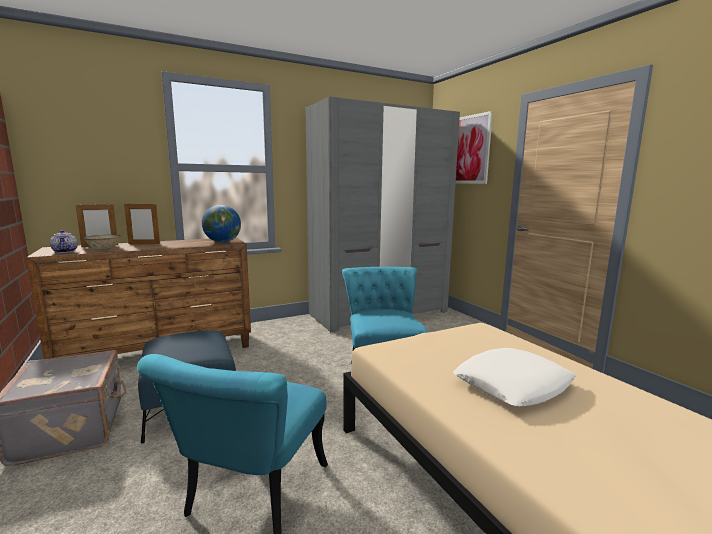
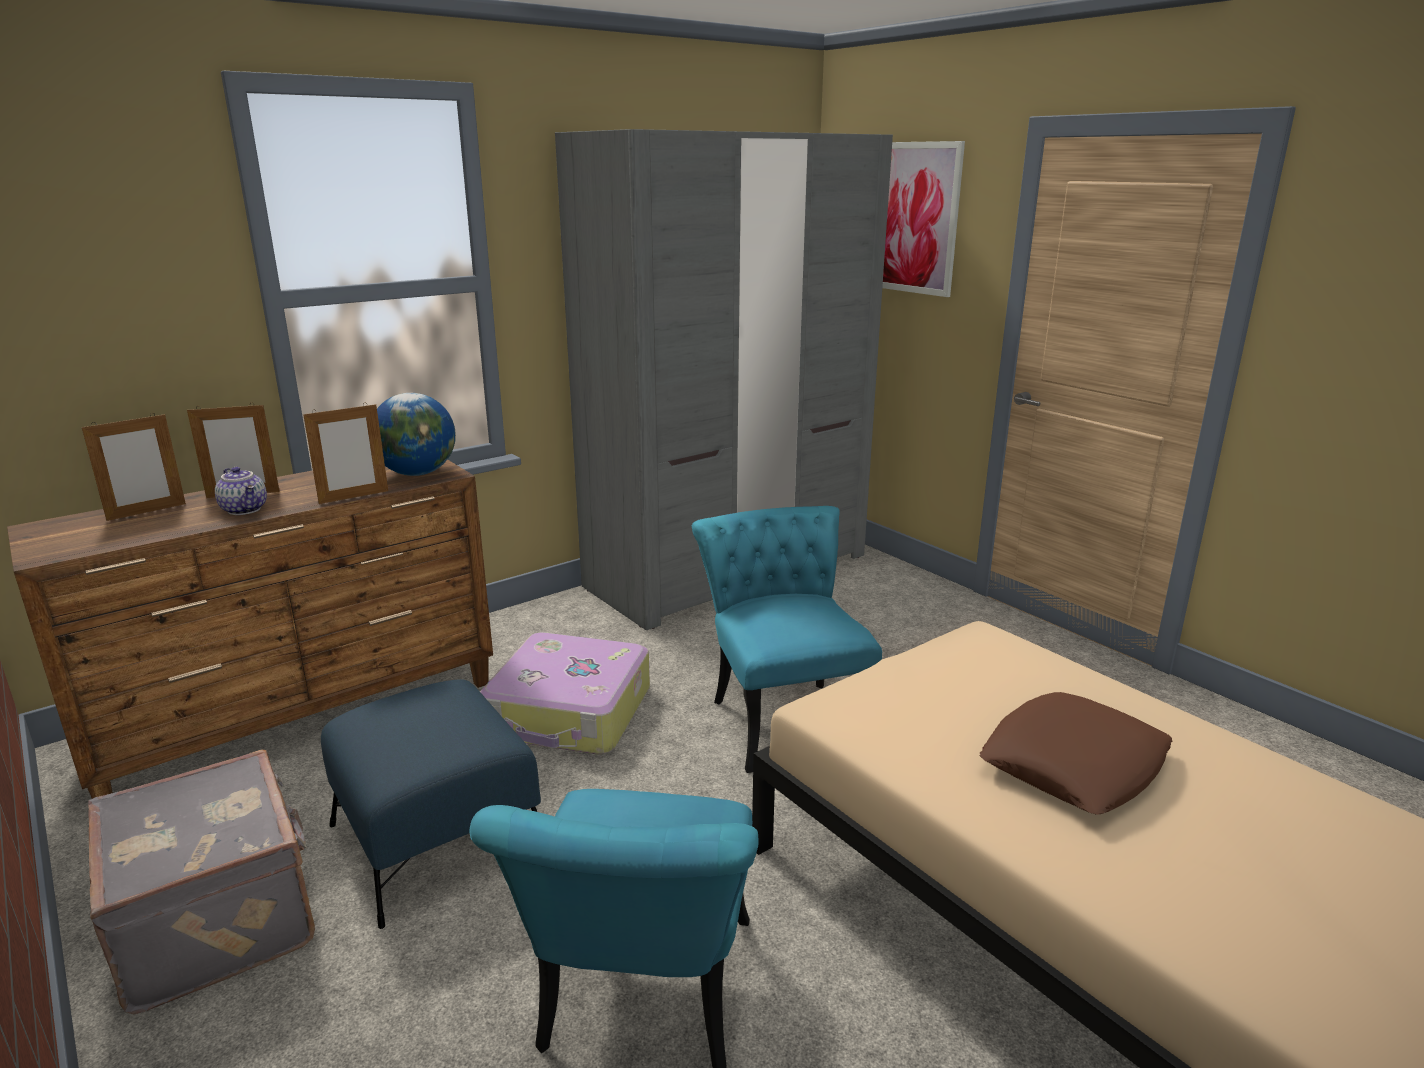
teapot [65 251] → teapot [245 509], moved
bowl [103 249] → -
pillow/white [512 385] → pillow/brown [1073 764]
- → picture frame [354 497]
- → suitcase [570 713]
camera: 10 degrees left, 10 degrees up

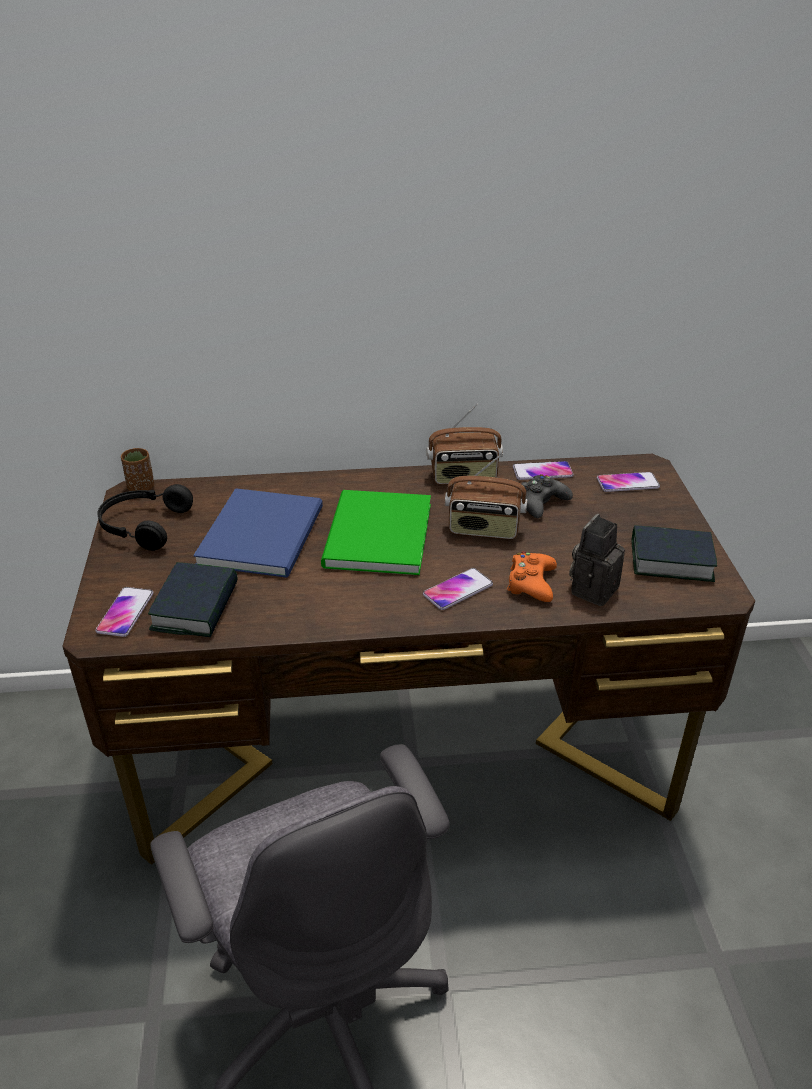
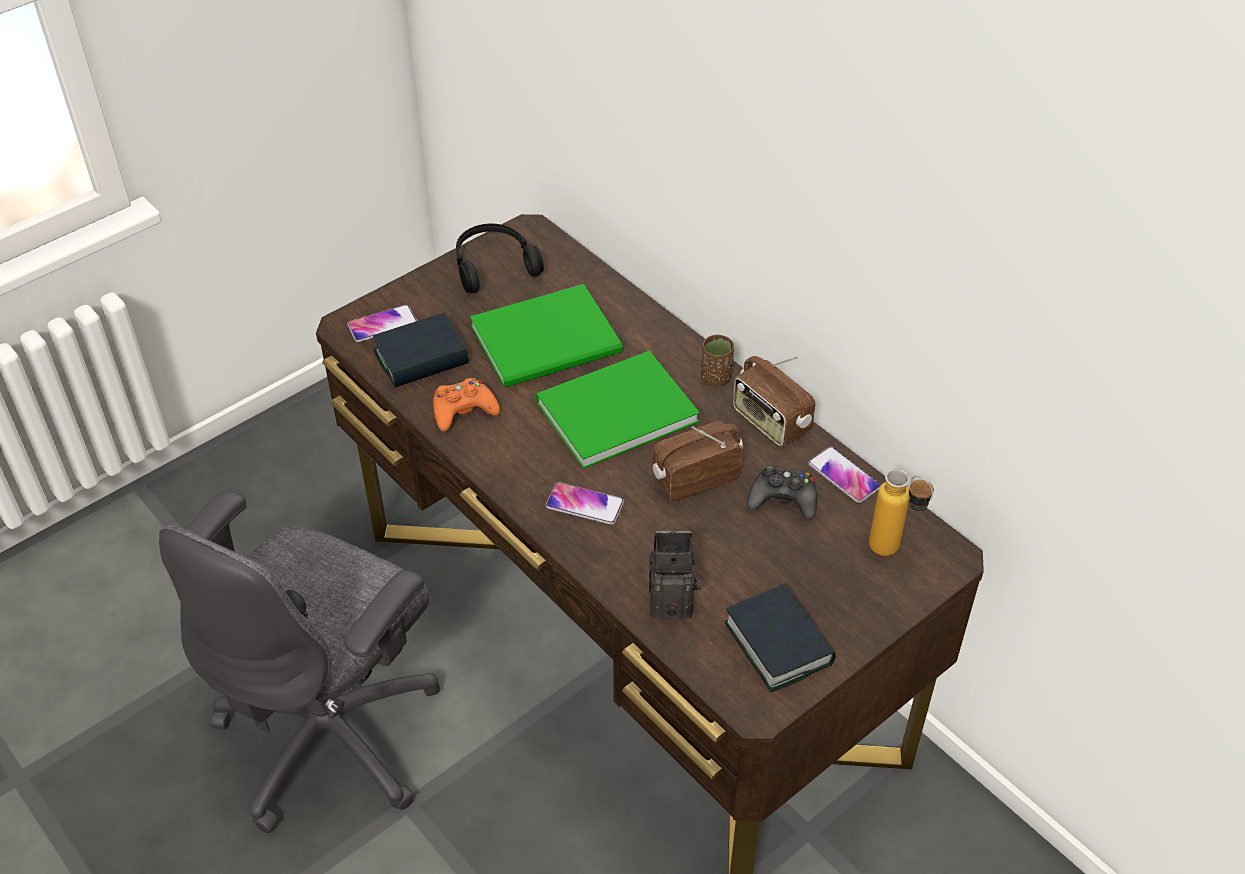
cup/brown [141 488] → cup/brown [716 377], moved
book/blue [265 533] → book/green [551 341]
radio [484 529] → radio [695 478], 90 degrees clockwise
game controller/orange [531 583] → game controller/orange [463 410], moved
phone [627 483] → bottle [893 553]
camera: 55 degrees right, 10 degrees up

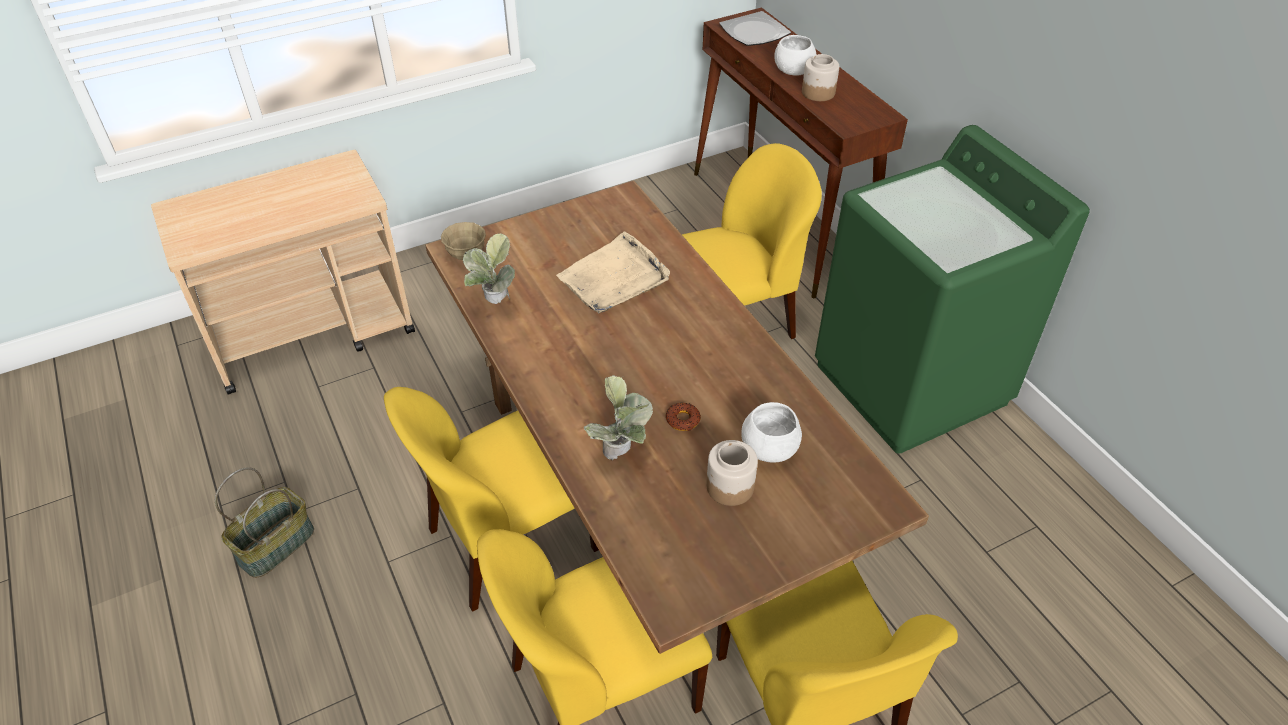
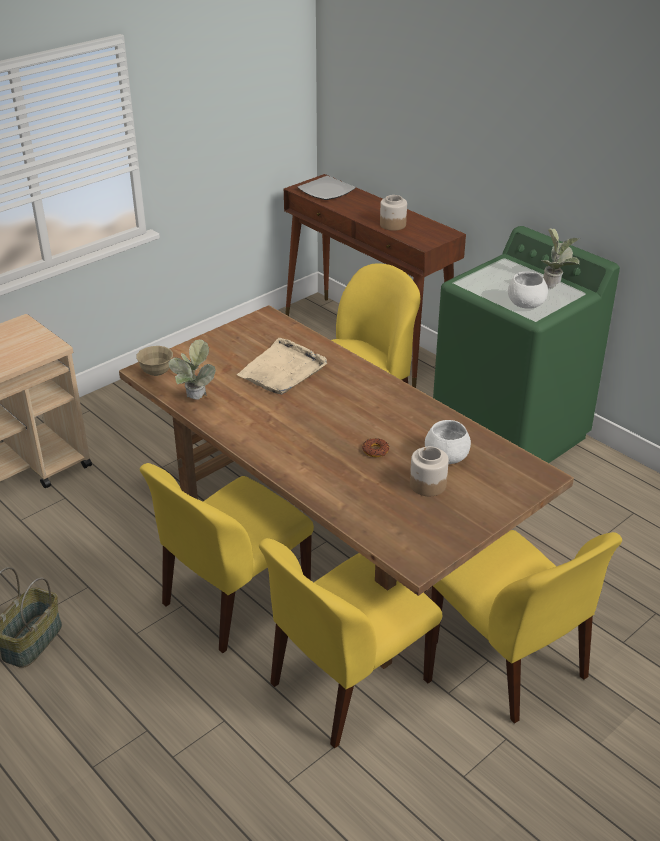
potted plant [622 454] → potted plant [555 286], moved
bowl/white [793 71] → bowl/white [525 304], moved
camera: 15 degrees left, 10 degrees down

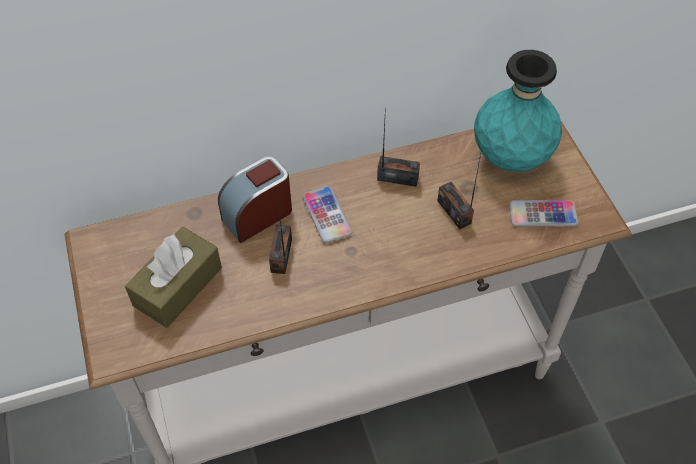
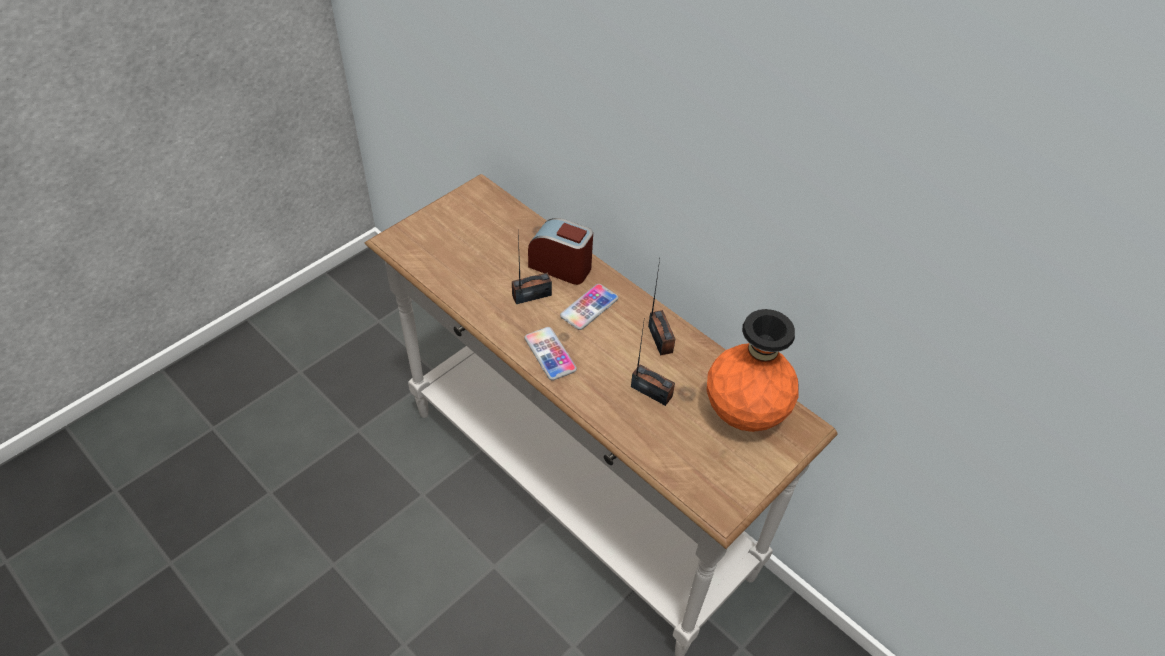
tissue box/brown [178 286] → -
radio [454 212] → radio [651 392], 90 degrees clockwise
vase/turquoise [510 159] → vase/orange [743 414]
phone [542 214] → phone [550 354], moved
camera: 60 degrees right, 5 degrees down

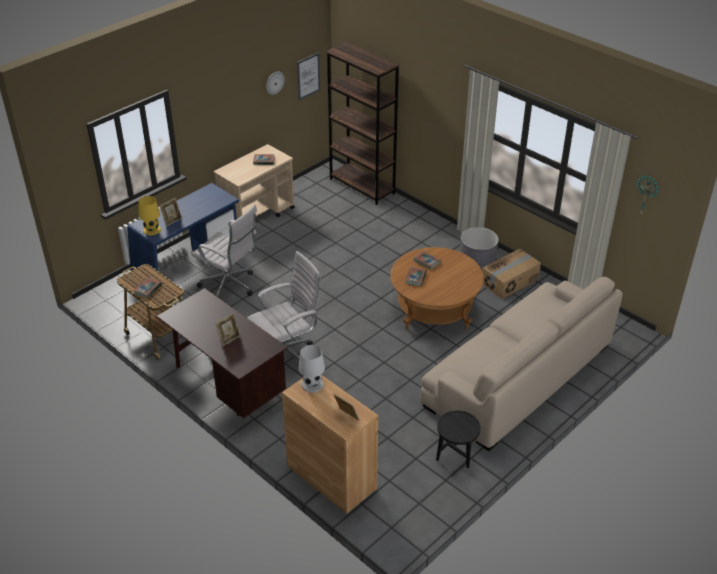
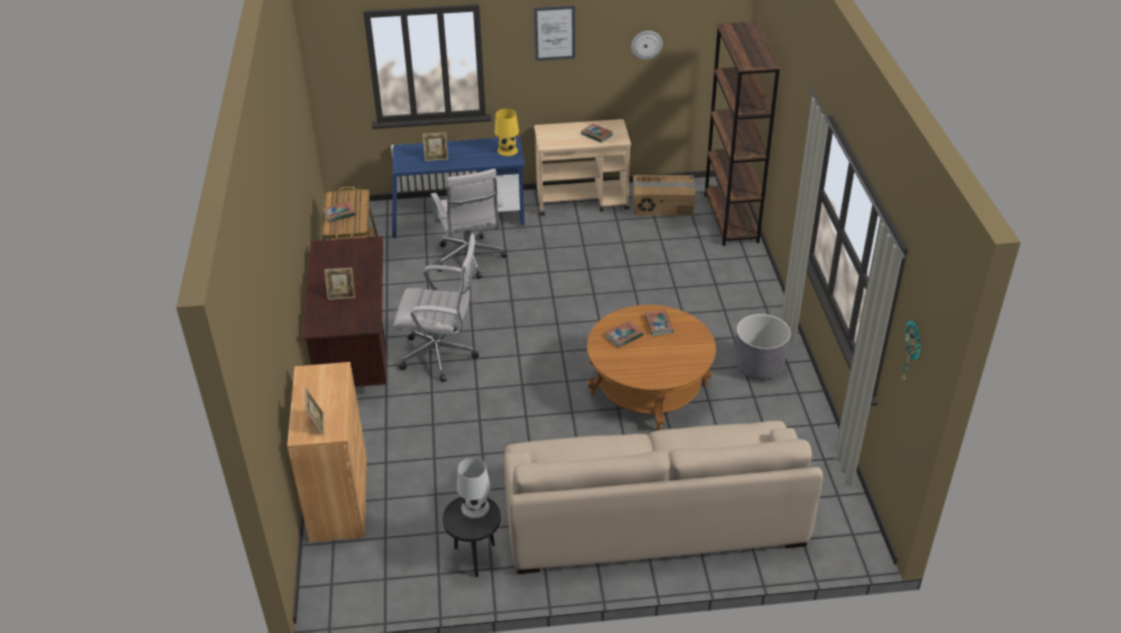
table lamp/yellow [151 230] → table lamp/yellow [507 150], moved
picture [308 76] → picture [554 33], moved
table lamp/white [312 384] → table lamp/white [475 507], moved
cardboard box [510 281] → cardboard box [663 205], moved
camera: 40 degrees right, 0 degrees up

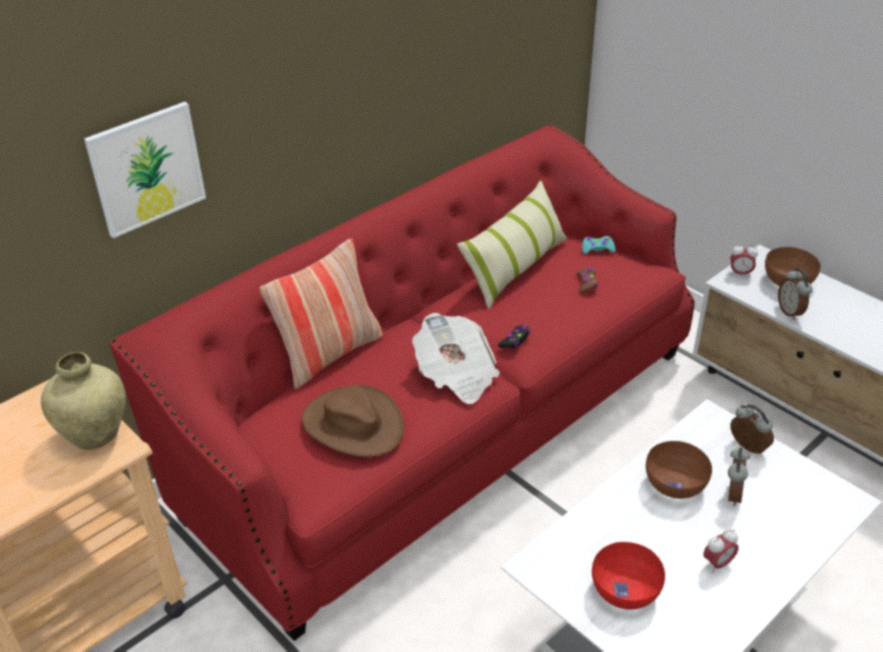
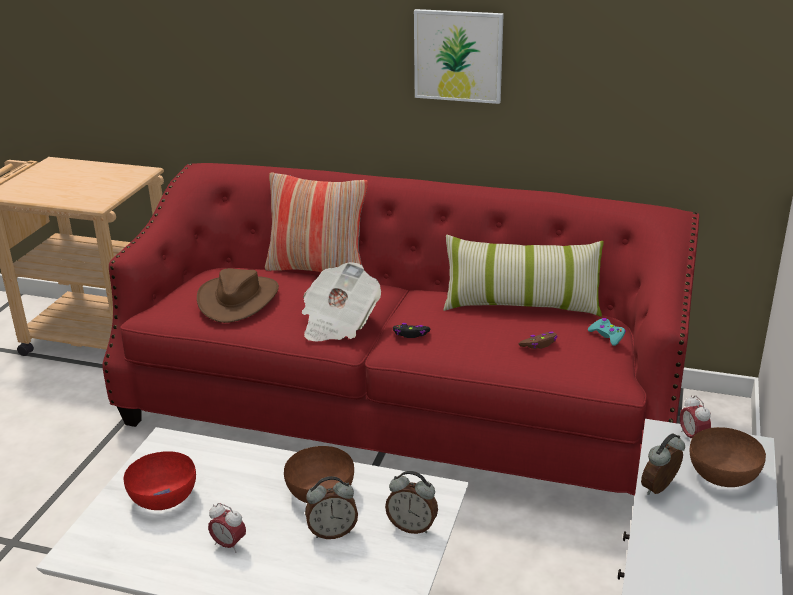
vase/beige [96 435] → -
picture [147 168] → picture [458 56], moved
alarm clock [746 448] → alarm clock [412 526], 90 degrees clockwise
camera: 60 degrees right, 10 degrees down

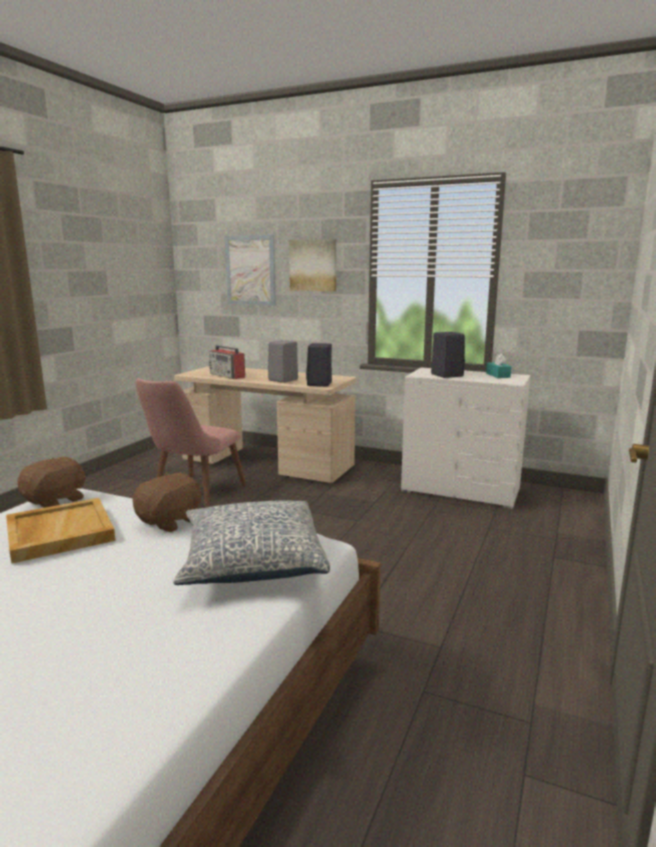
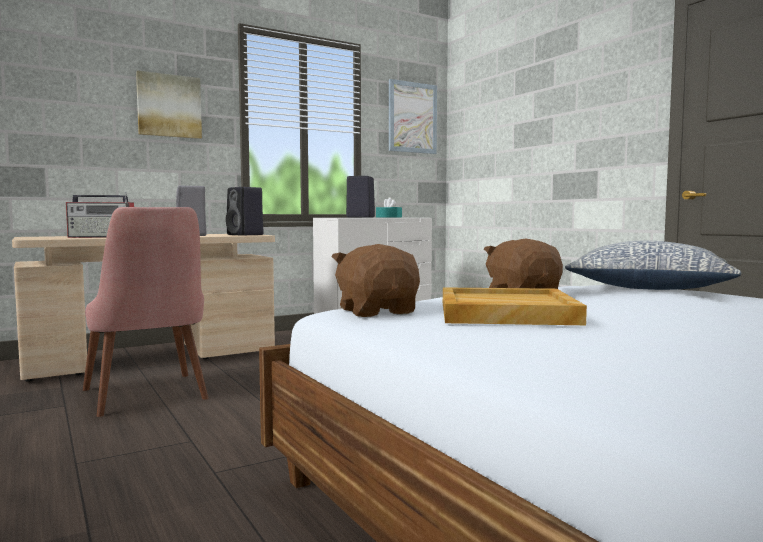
picture [250 270] → picture [412 117], moved
camera: 55 degrees left, 10 degrees down

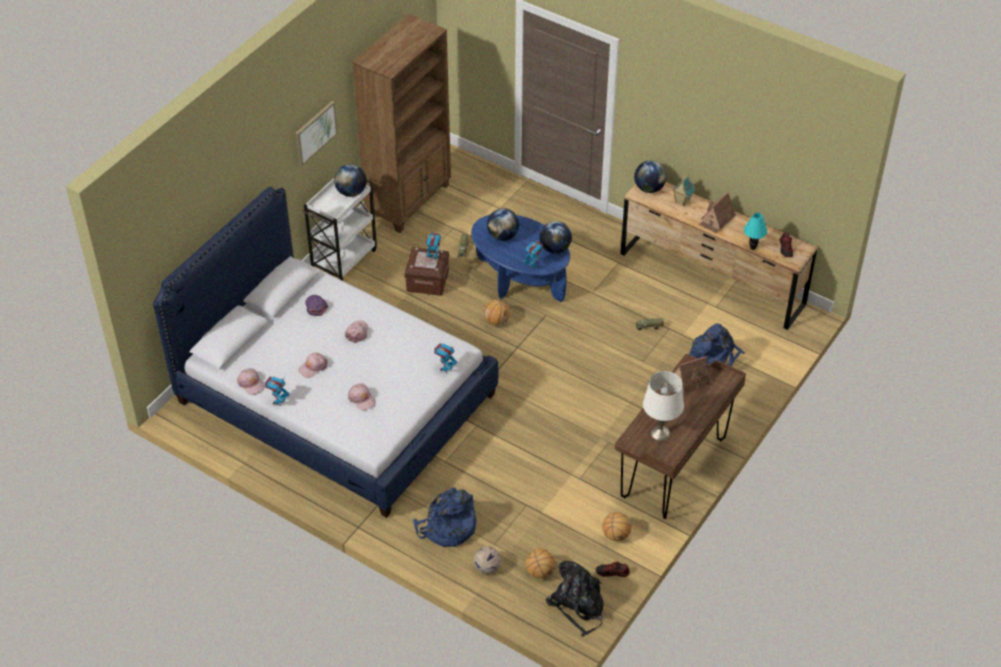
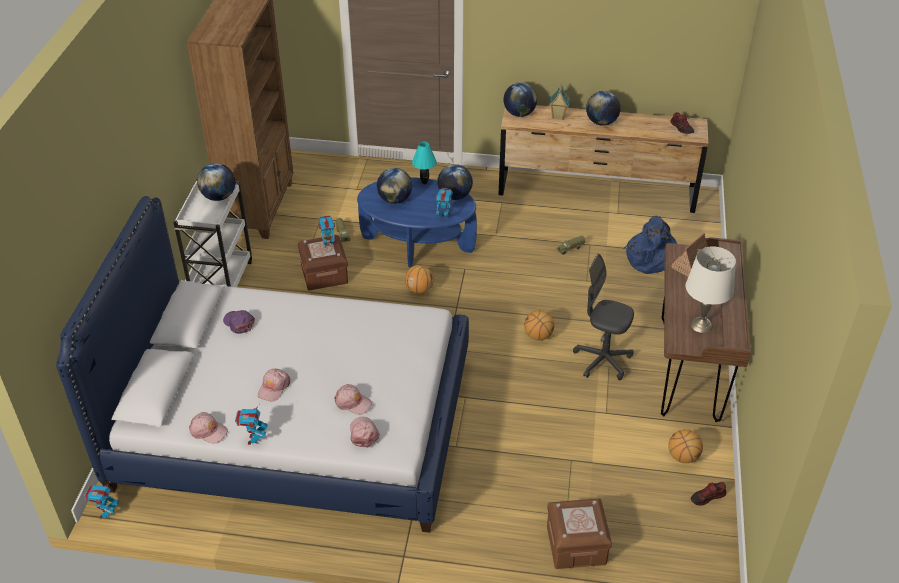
picture [315 132] → -
cap/pink [357 332] → cap/pink [363 433], moved
backpack/blue [447 528] → -
toy robot [445 369] → toy robot [106 514], moved
football [486 568] → storage box/brown [576 545]
basketball [539 572] → basketball [538 336], moved
backpack/black [578 605] → -
toy house [716 220] → globe [601 122]
table lamp/turquoise [753 247] → table lamp/turquoise [424 182], moved
- → office chair/grey [602 360]
camera: 25 degrees left, 5 degrees down

